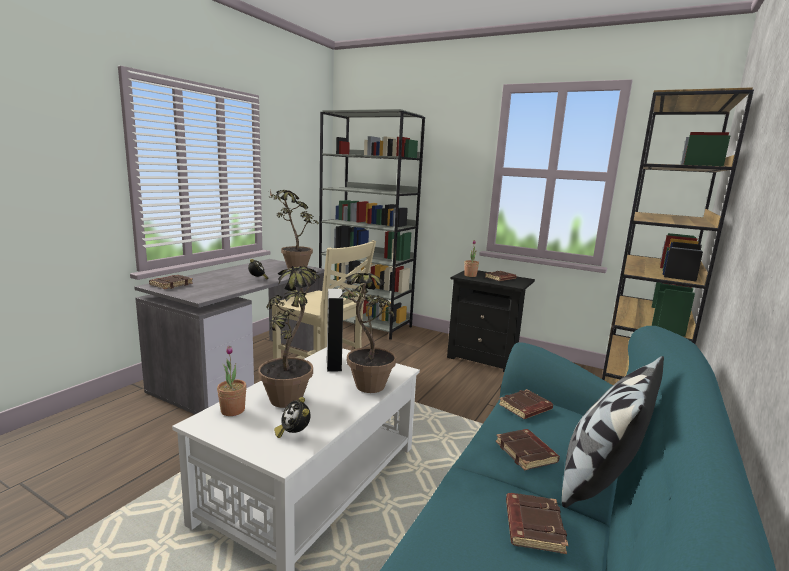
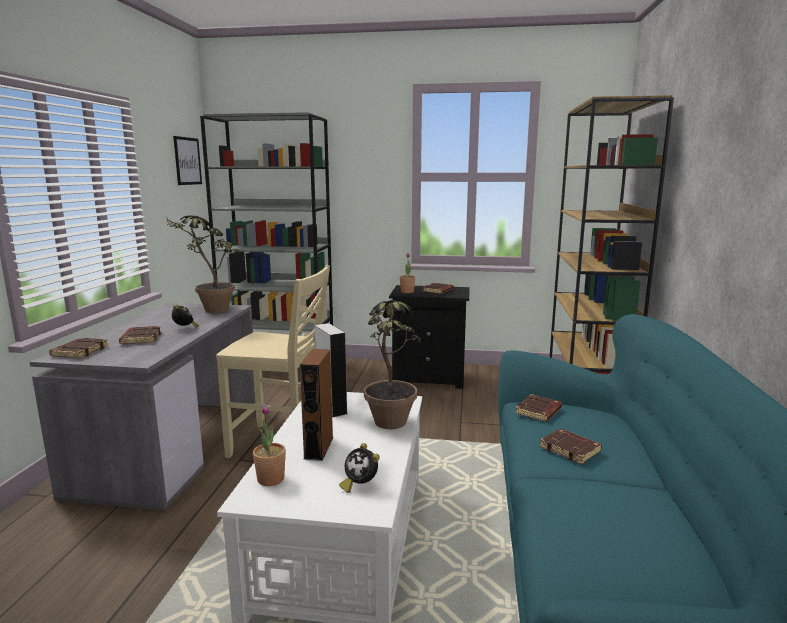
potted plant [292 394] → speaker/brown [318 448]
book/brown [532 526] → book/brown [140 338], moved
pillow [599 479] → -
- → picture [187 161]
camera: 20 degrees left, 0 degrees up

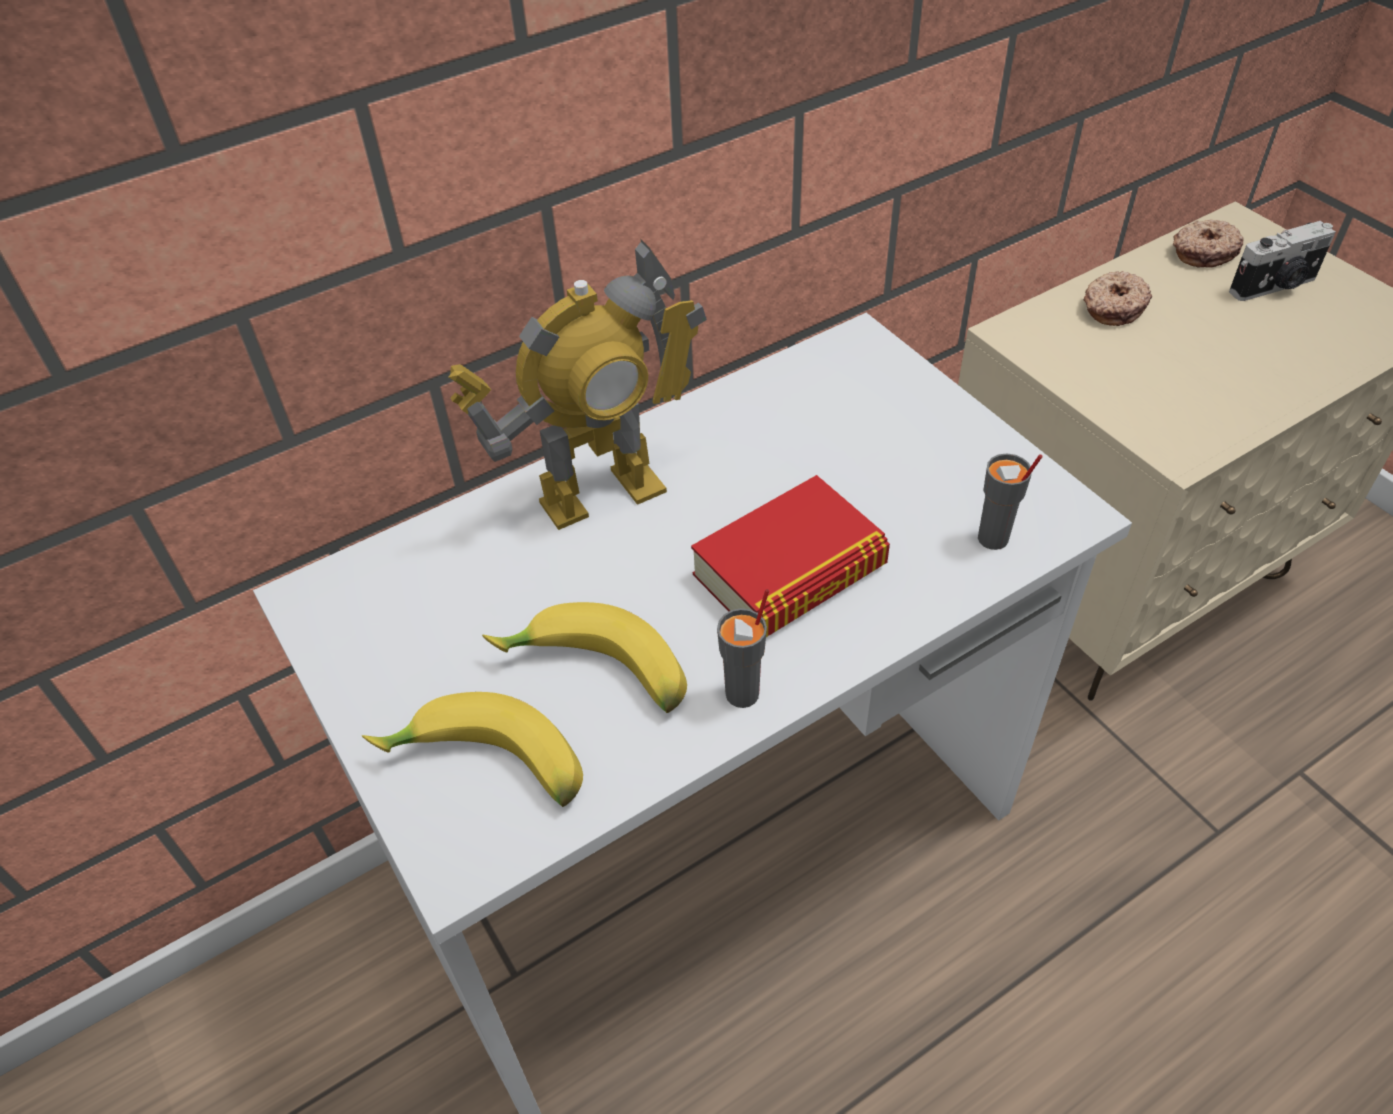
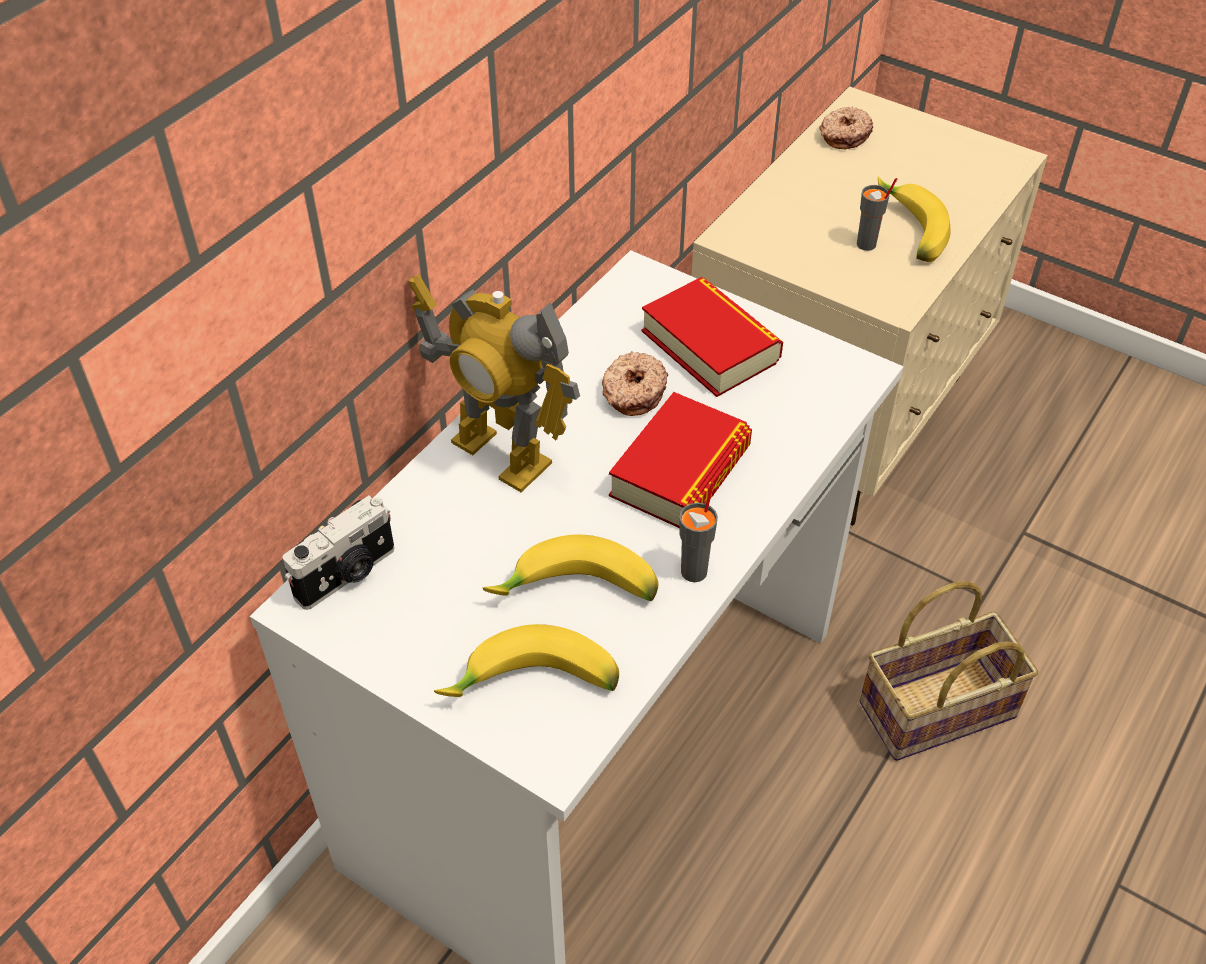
toy robot [601 494] → toy robot [500 454], 90 degrees clockwise
cup/grey [993 539] → cup/grey [867 244], moved
donut [1112 307] → donut [633 392], moved
photo camera [1275 287] → photo camera [347 575], moved
- → book [710 346]
- → basket [935 713]
- → banana [907 230]
camera: 25 degrees left, 0 degrees up

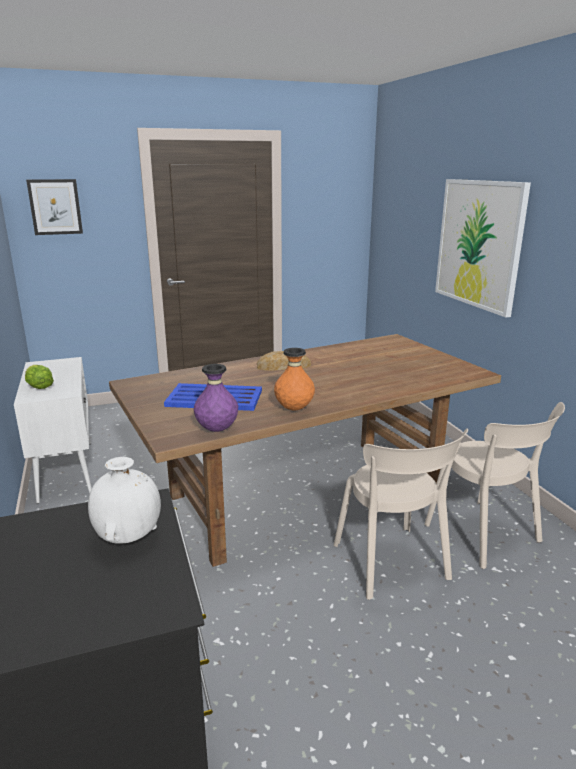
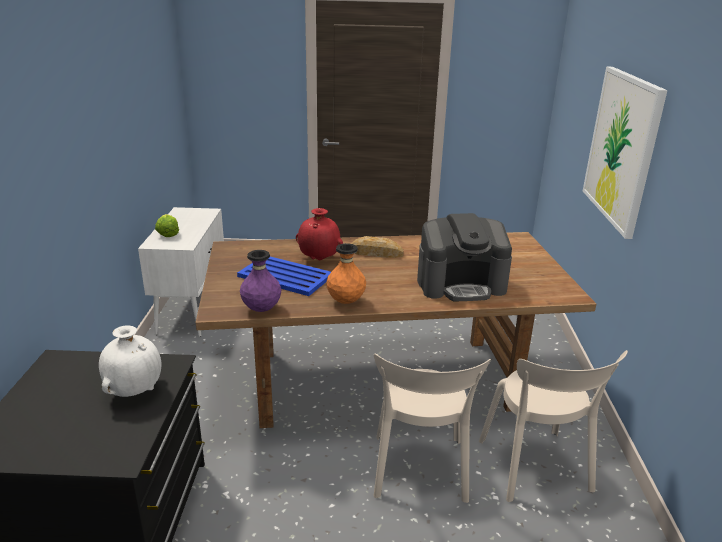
picture [55 207] → -
- → vase/red [319 259]
- → coffee machine [461 284]
camera: 20 degrees right, 5 degrees up

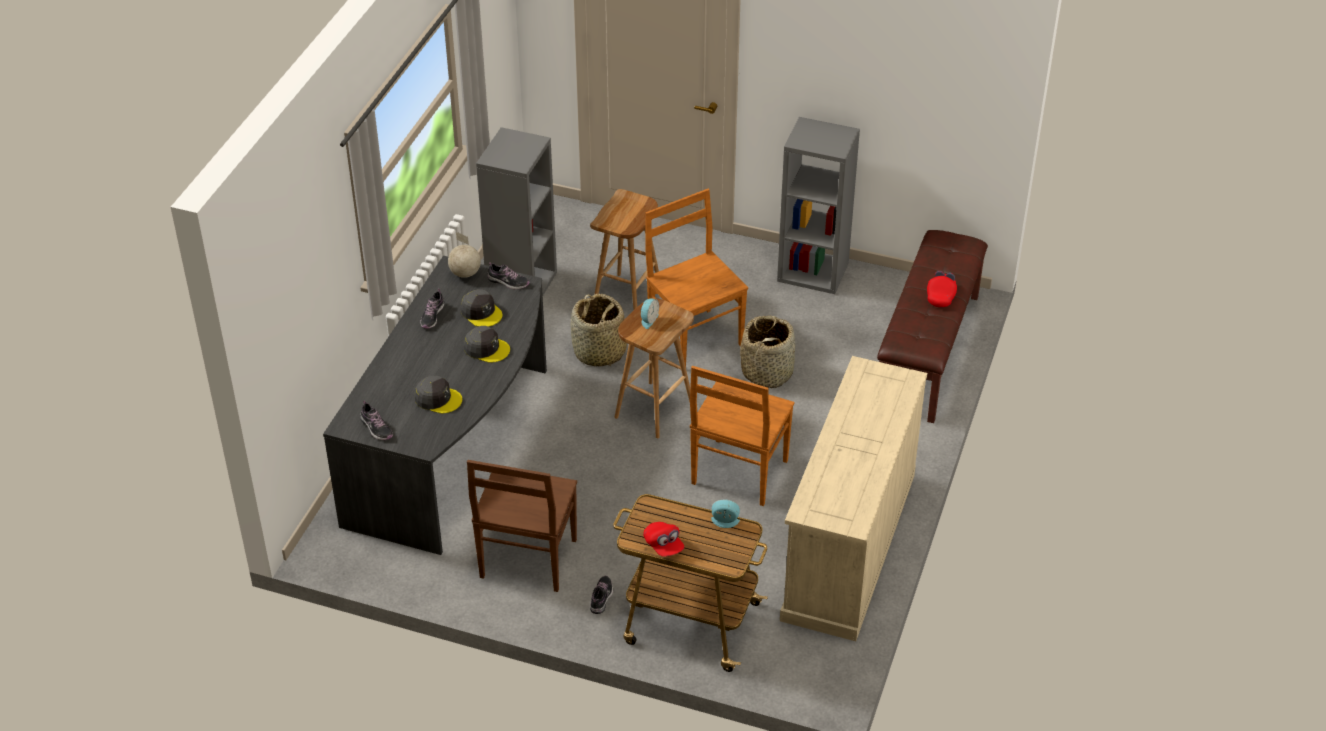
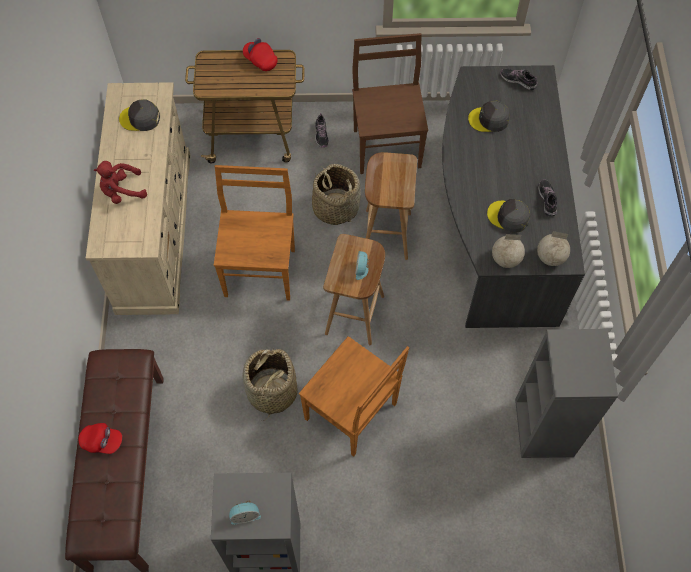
cap/grey [486 348] → cap/grey [140 118], moved
shoe [508 282] → globe [506 259]
basket [599 352] → basket [335 207], moved
stool/brown [627 298] → stool/brown [386 233], moved
alarm clock [725 522] → alarm clock [245 515], moved
cap/red [941 296] → cap/red [102 441], 75 degrees counterclockwise
- → plush toy/red [122 191]
camera: 160 degrees right, 20 degrees up

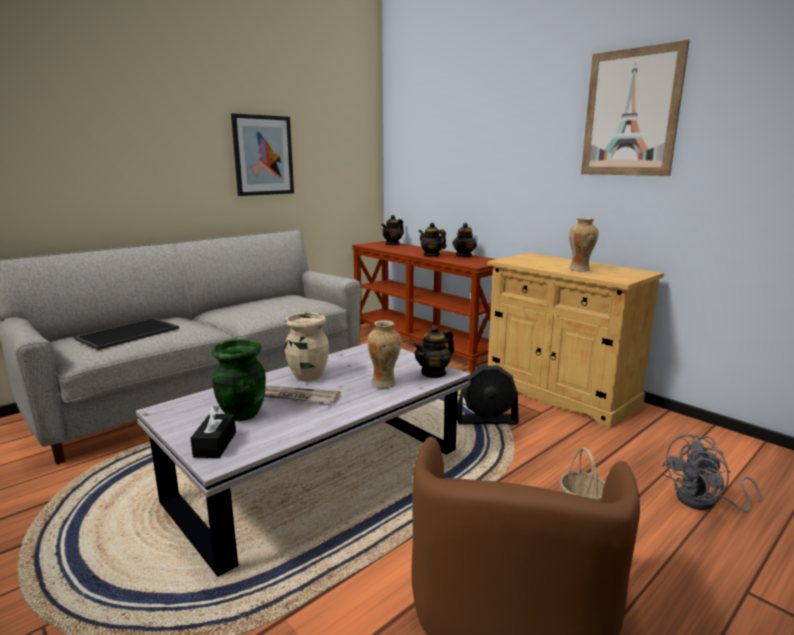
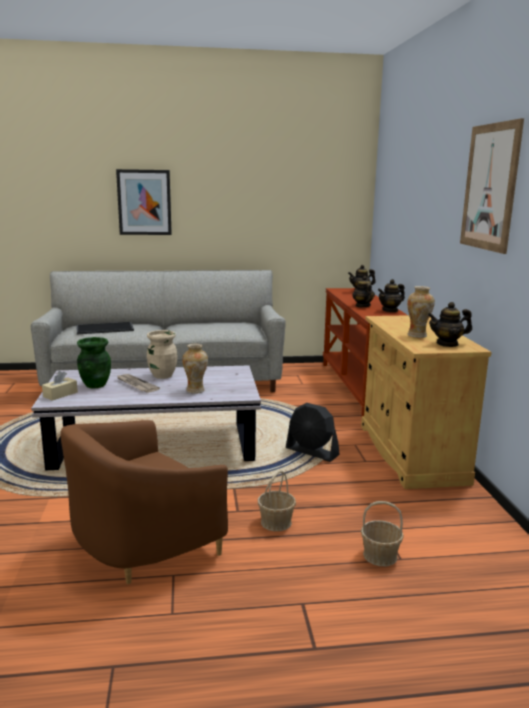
tissue box/black [215 444] → tissue box/beige [60 394]
picture [263 155] → picture [144 202], moved
teapot [434 373] → teapot [447 344], moved
fan/grey [704 502] → basket [380 556]
camera: 35 degrees right, 0 degrees up

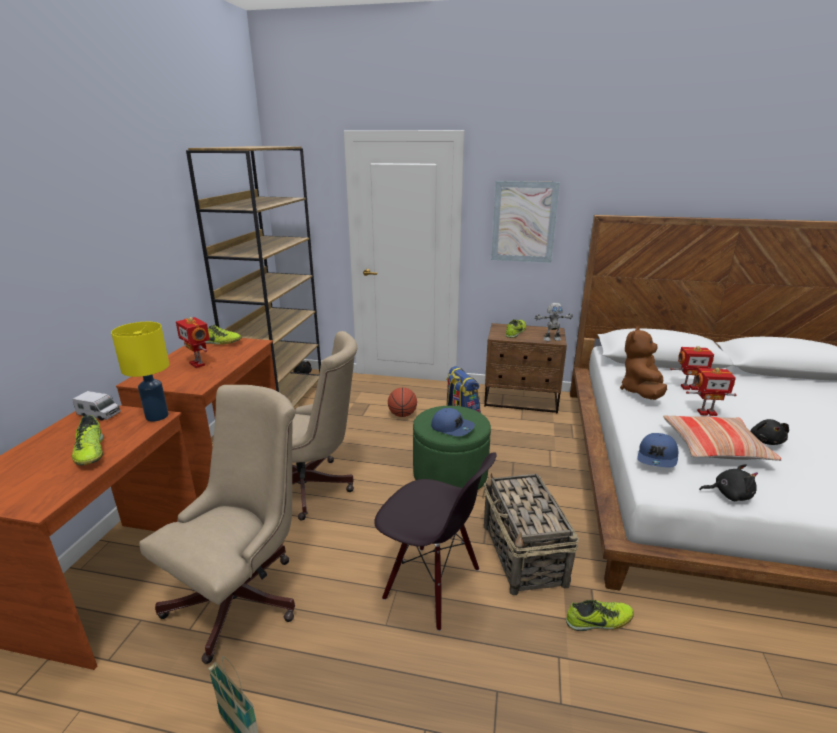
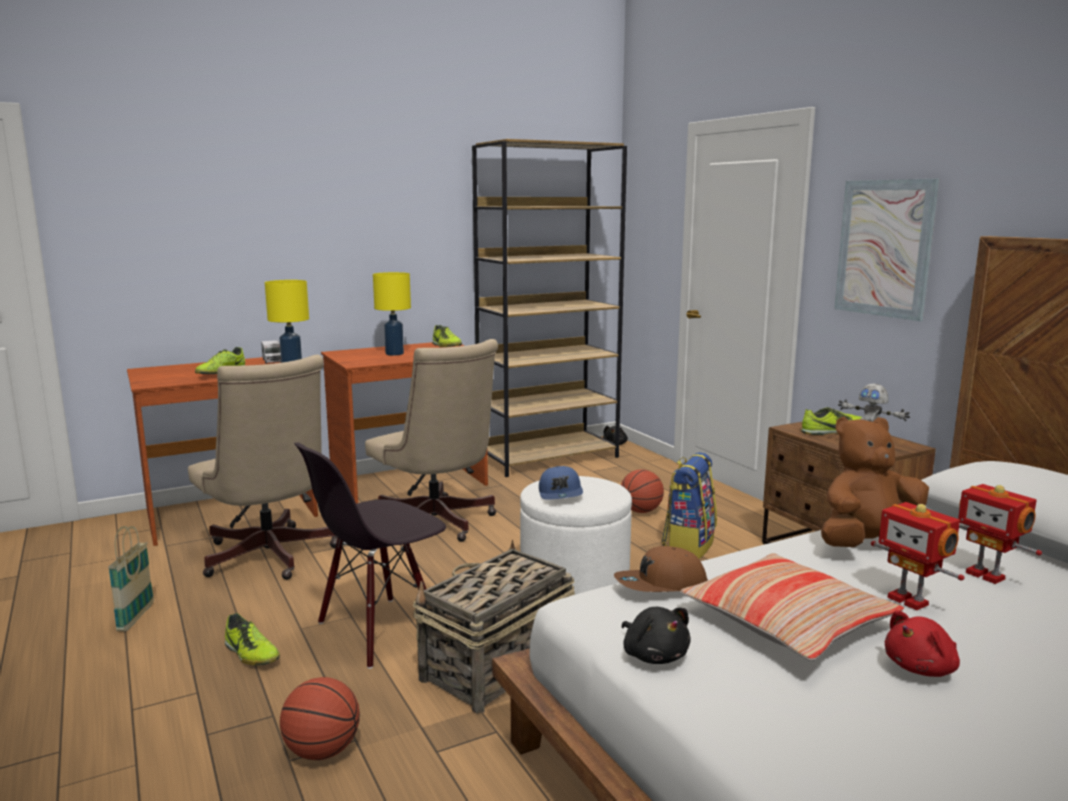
office chair/beige [243 595] → office chair/beige [270 558], 60 degrees clockwise
toy robot [198 364] → table lamp/yellow [395 354]
chair/black [431 585] → chair/black [379 630], 60 degrees clockwise
ottoman/green [450 475] → ottoman/white [574 575]
shoe [599 621] → shoe [251 654], moved
cap/blue [657 457] → cap/brown [660 585]
plush toy/black [766 441] → plush toy/red [922 668]
- → basketball [322 751]
camera: 50 degrees right, 10 degrees down

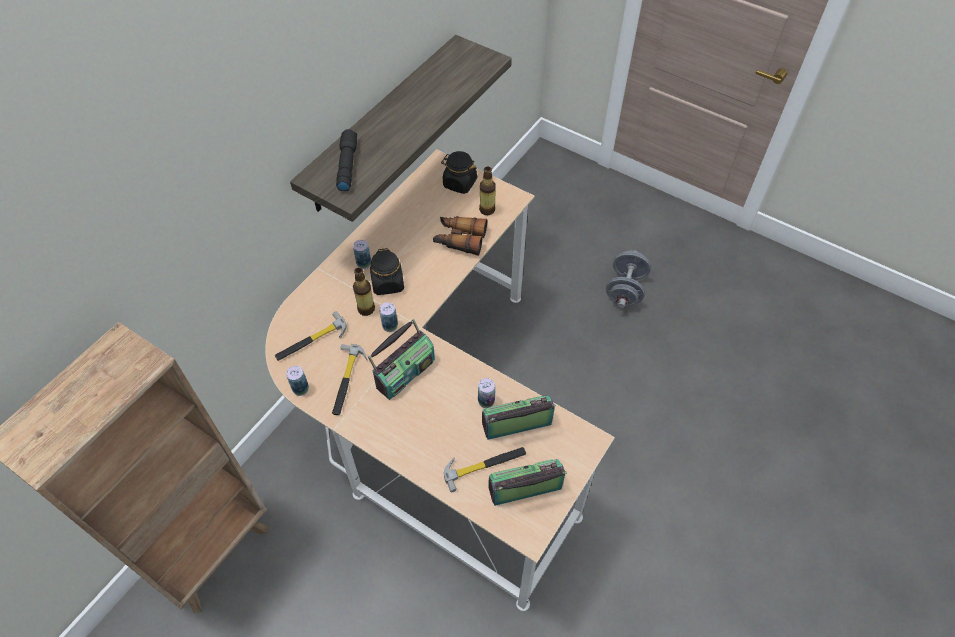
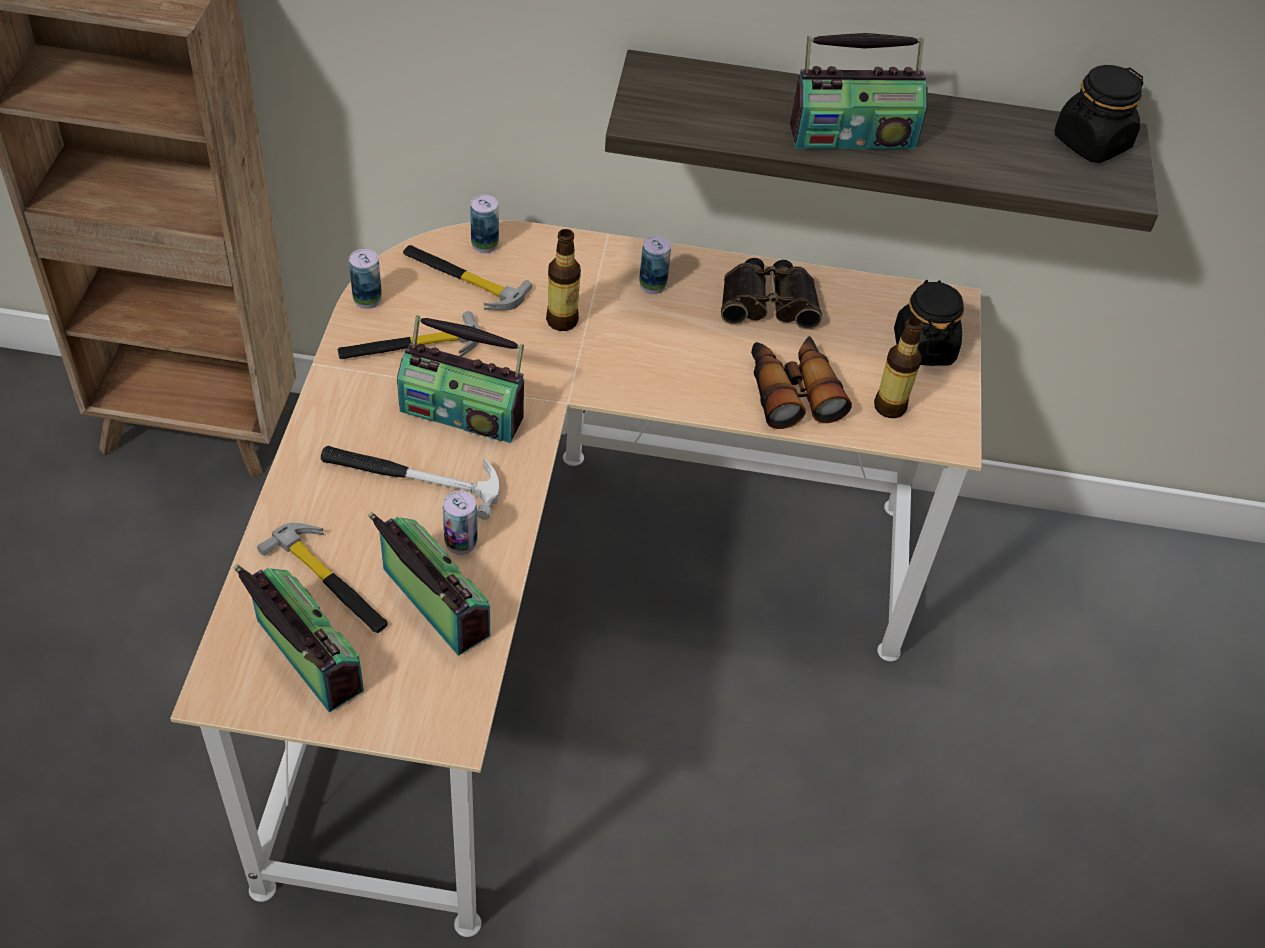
flashlight/black [346 165] → -
jar/black [388 283] → jar/black [1091 143], moved
can [390 326] → can [484 244], moved
dumbbell/grey [625 290] → -
- → hammer [411 477]
- → binoculars [769 301]
- → radio [852 135]
camera: 60 degrees right, 5 degrees down

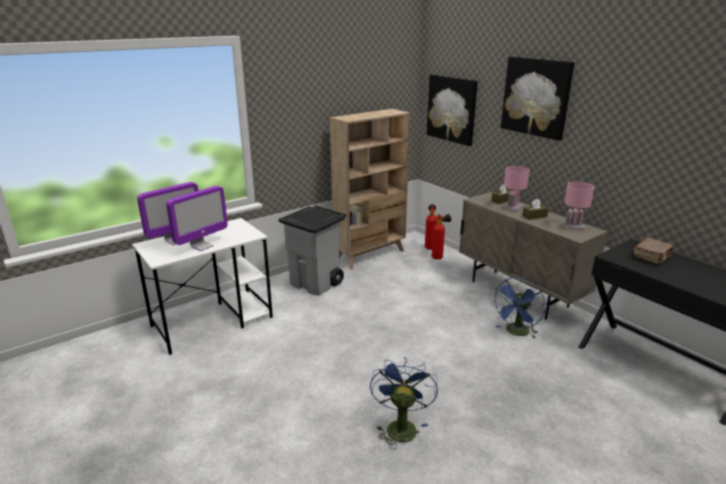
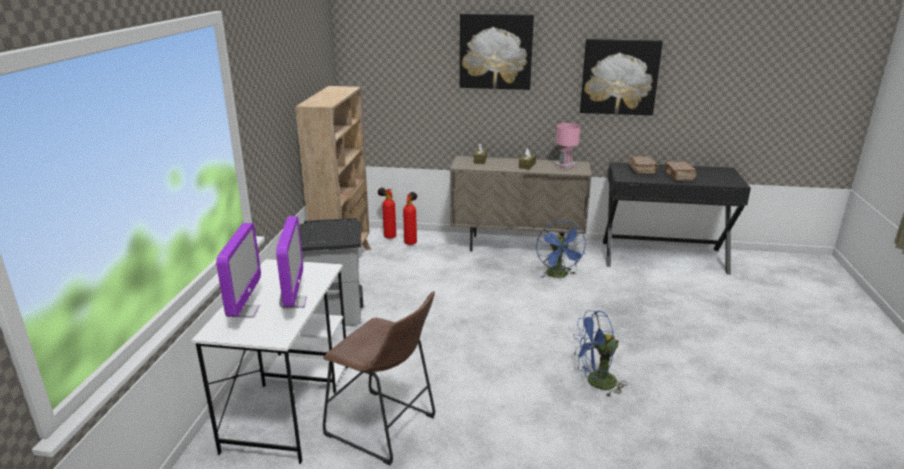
fan/blue [400 426] → fan/blue [595 382], 60 degrees counterclockwise
picture [452 109] → picture [619 77], moved
table lamp/pink [512 207] → -
- → stool/brown [385 428]
- → book/brown [679 176]
camera: 45 degrees left, 0 degrees up

